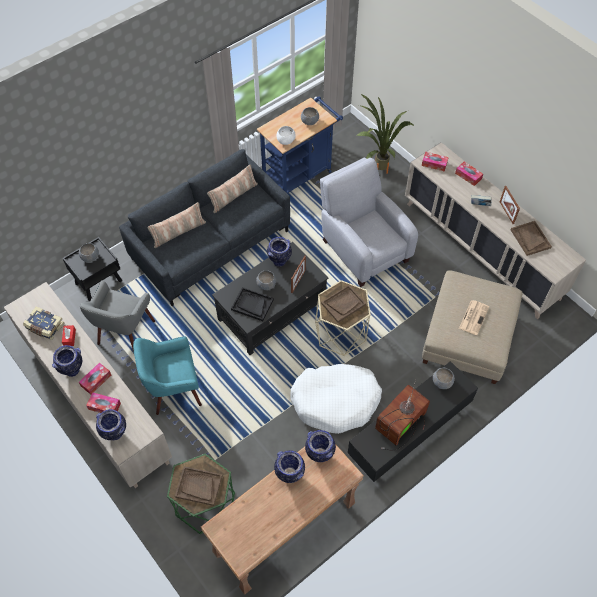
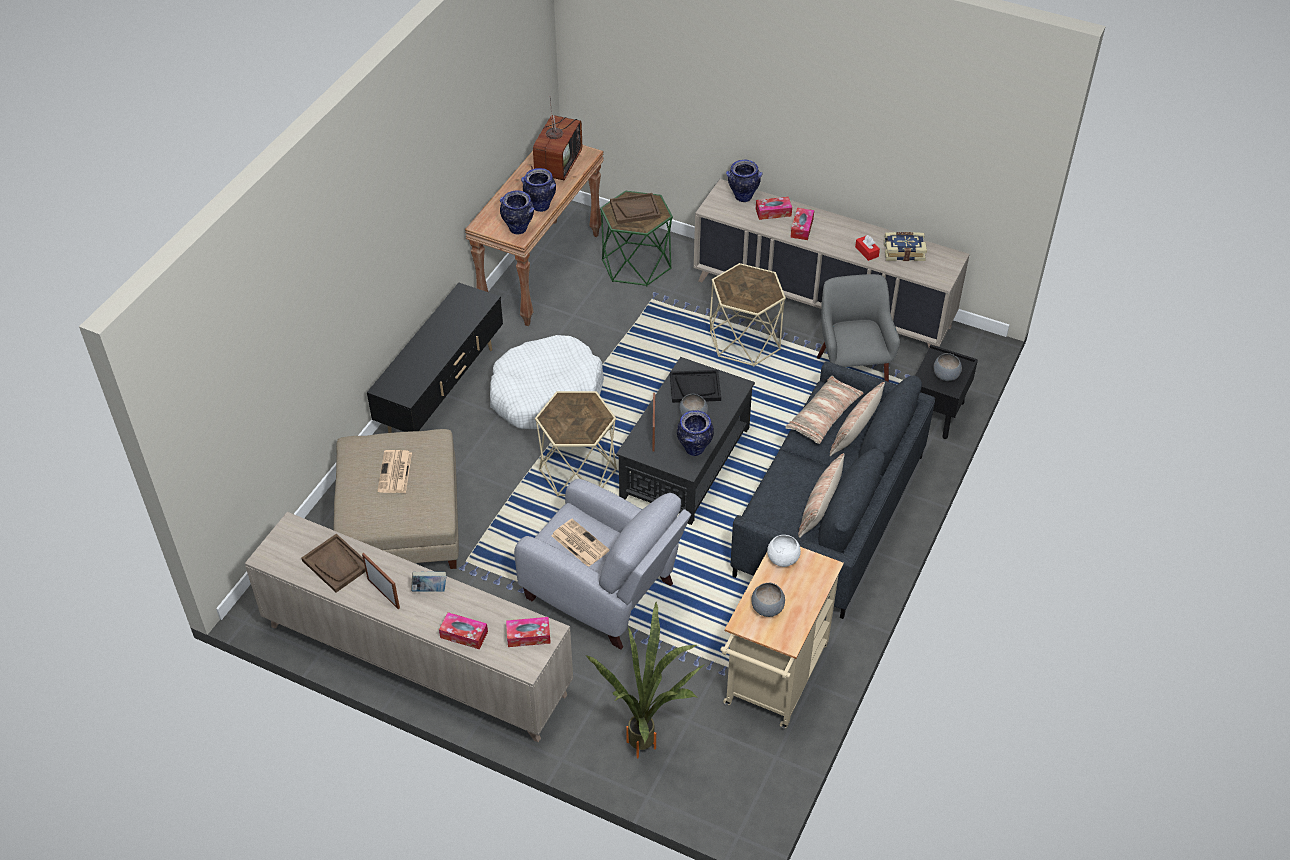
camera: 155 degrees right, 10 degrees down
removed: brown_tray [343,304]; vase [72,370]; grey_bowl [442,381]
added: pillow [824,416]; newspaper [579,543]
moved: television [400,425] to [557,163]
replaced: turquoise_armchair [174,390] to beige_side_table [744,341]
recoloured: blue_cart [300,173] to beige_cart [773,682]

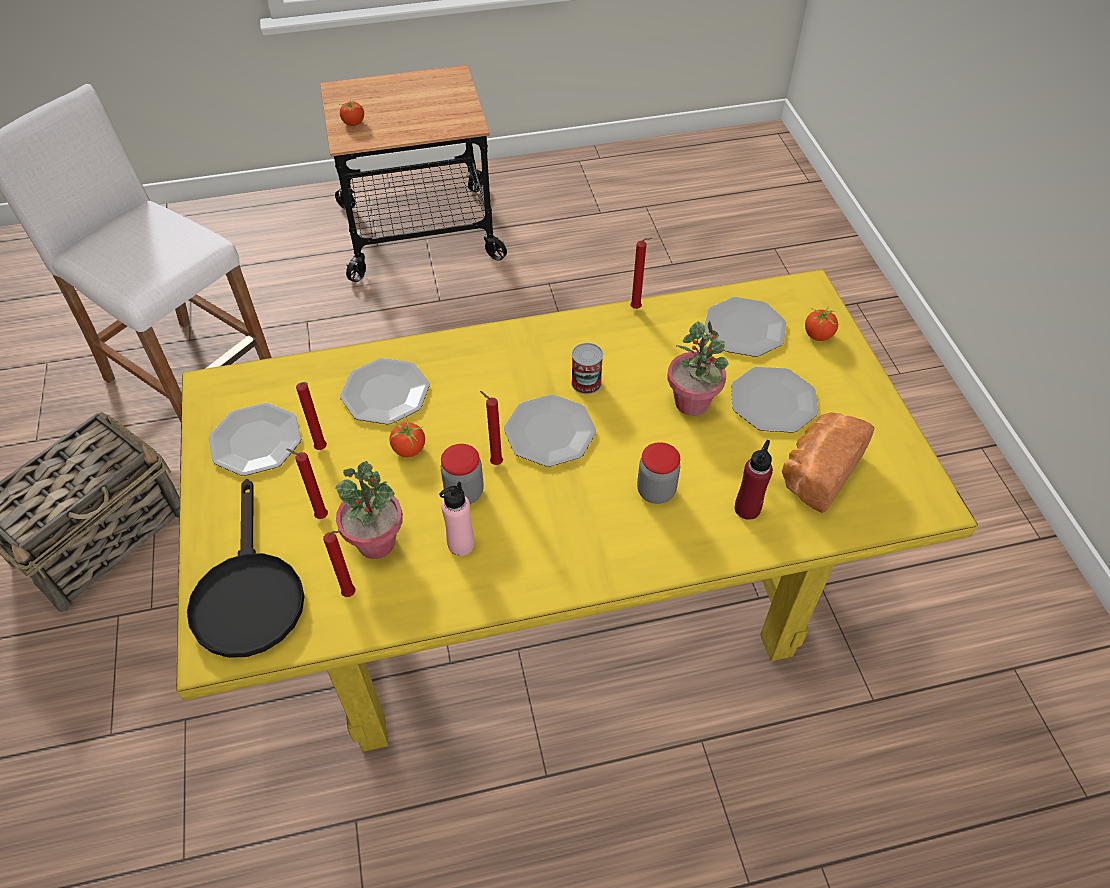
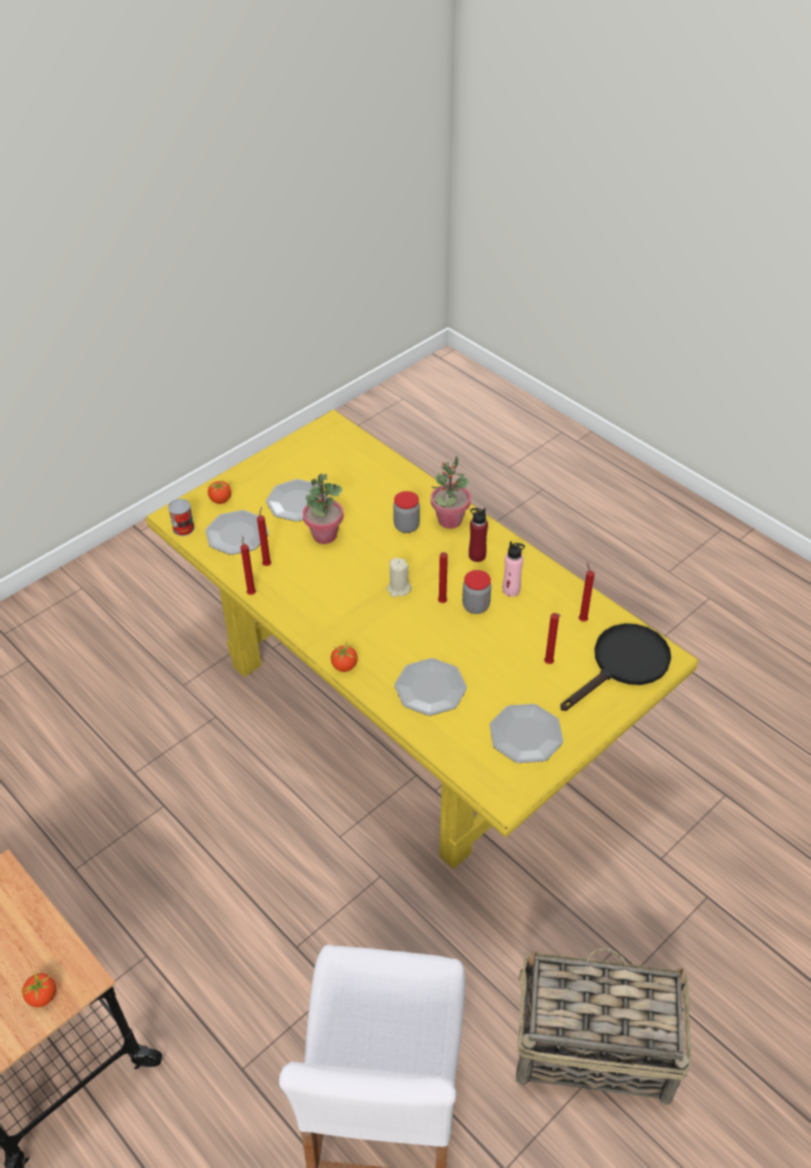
camera: 120 degrees left, 5 degrees down
removed: bread [817,472]
moved: can [586,383] to [183,528]; red_candle [322,449] to [267,564]; tomato [409,449] to [344,666]; red_bottle [747,508] to [477,555]; potted_plant [376,542] to [449,520]
replaced: plate [550,432] to beige_candle [398,589]

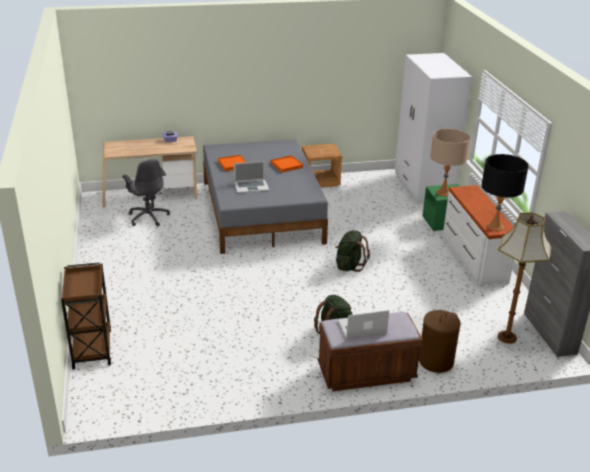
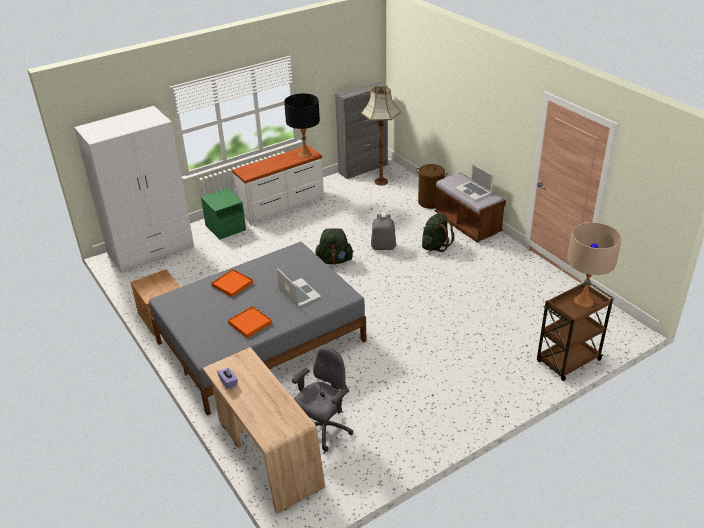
camera: 110 degrees left, 5 degrees up
added: grey_backpack [383,246]
moved: beige_table_lamp [443,192] to [583,301]

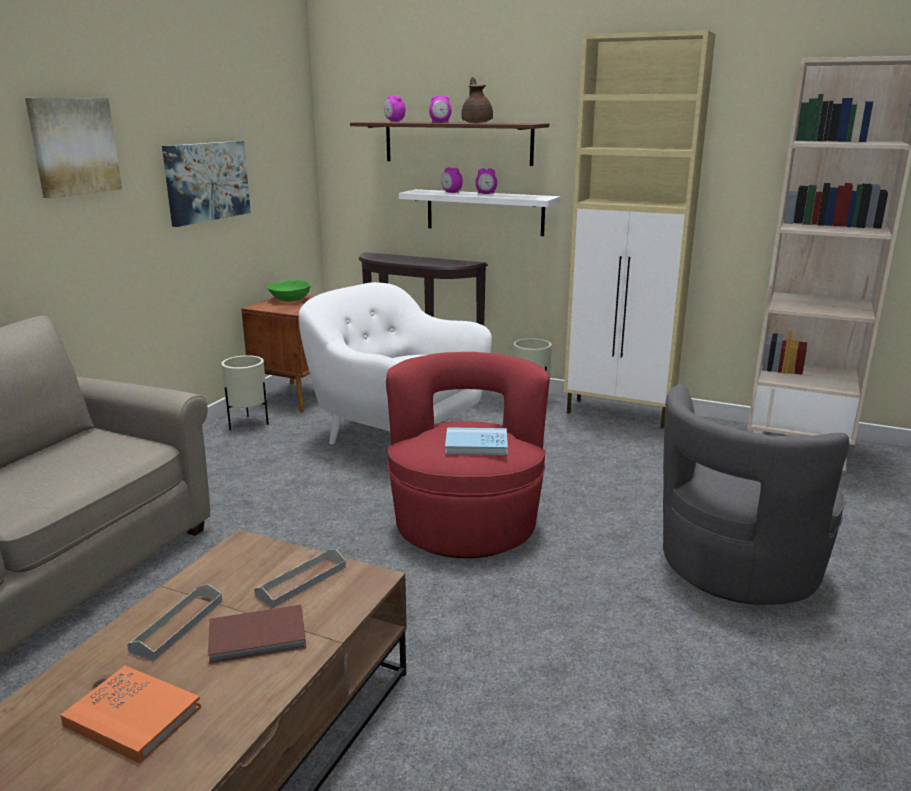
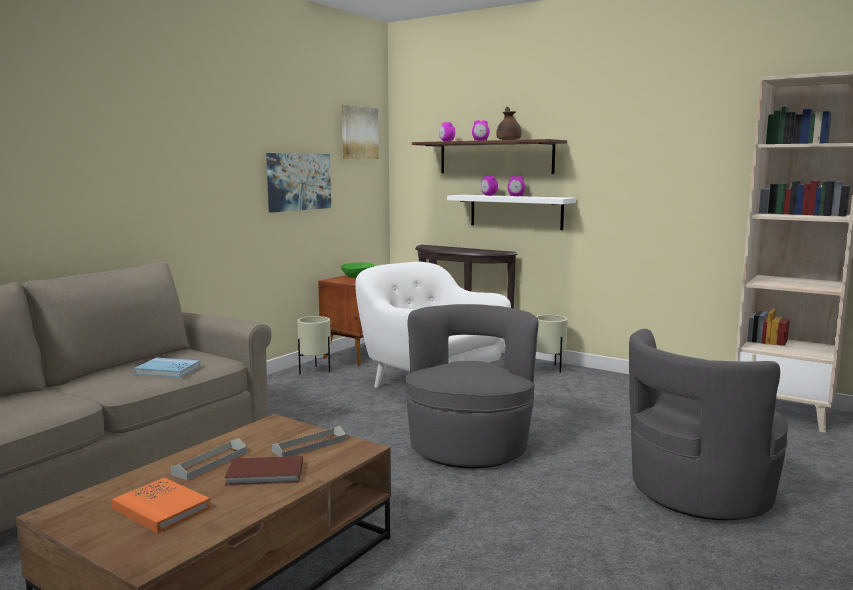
camera: 10 degrees right, 10 degrees down
removed: beige_cabinet [620,414]
moved: picture [73,146] to [358,133]; blue_book [476,444] to [168,370]
recoloured: red_armchair [466,525] to grey_armchair [469,446]

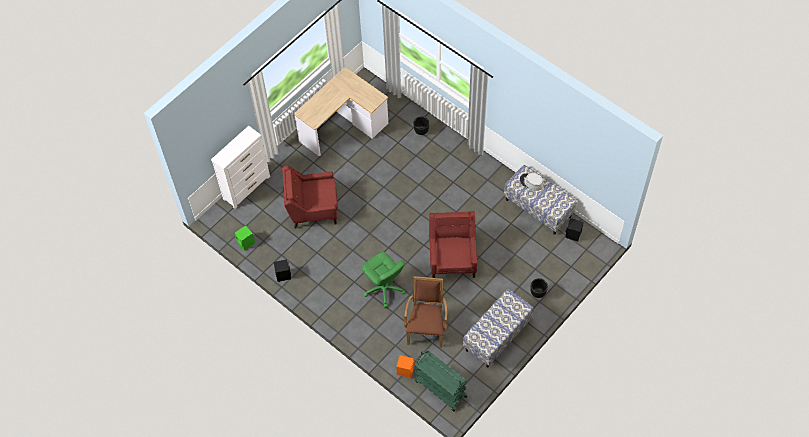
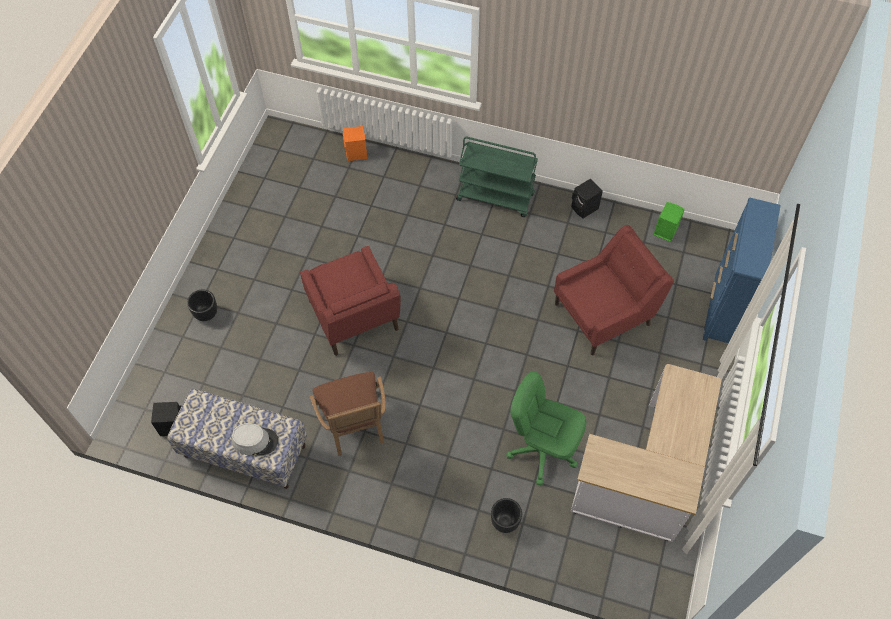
camera: 155 degrees right, 0 degrees up
removed: bench [497,336]
moved: green_office_chair [384,289] to [542,450]; brown_armchair [426,327] to [355,428]; green_cart [440,388] to [496,197]
recoloured: white_dresser [247,187] to blue_dresser [723,308]

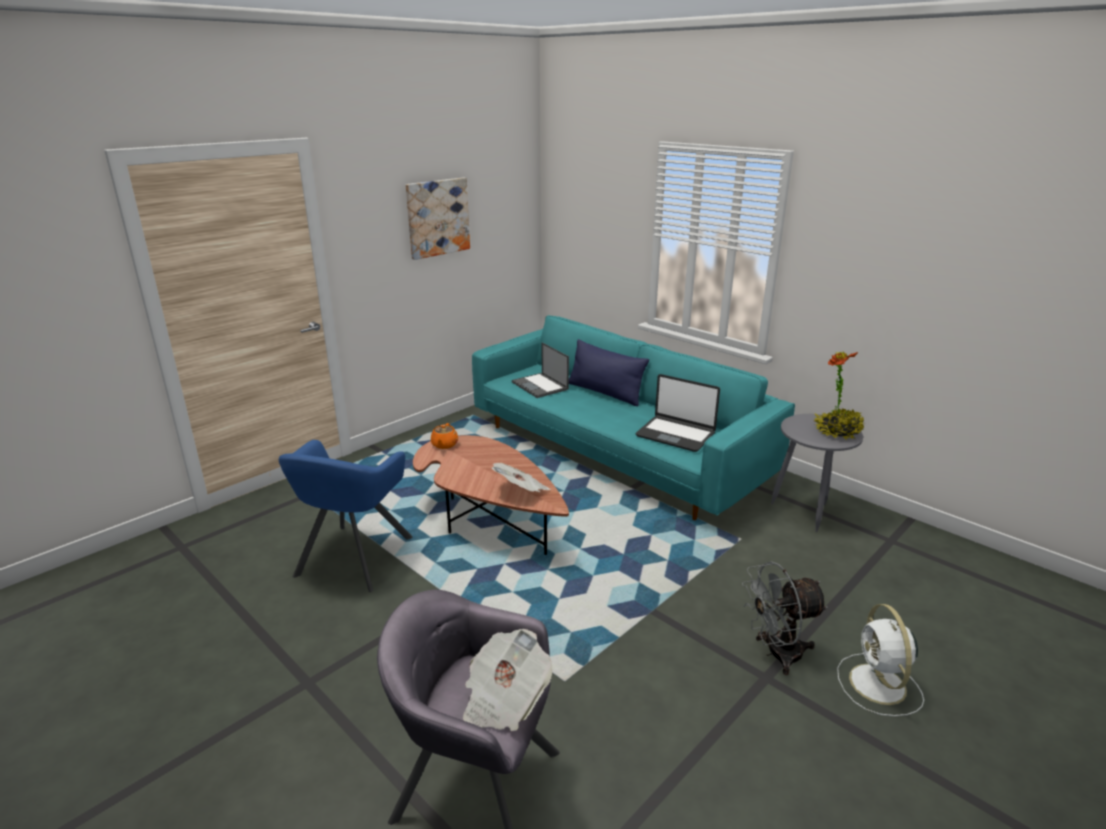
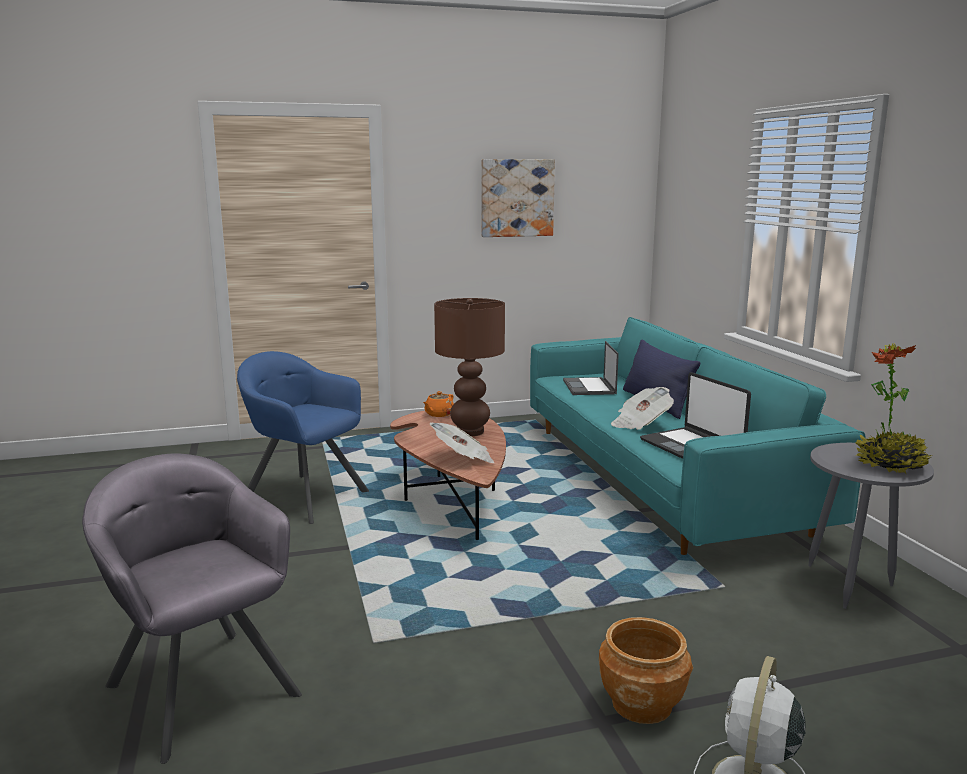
camera: 30 degrees right, 10 degrees down
added: brown_table_lamp [470,432]
moved: newspaper [504,699] to [640,424]
replaced: grey_fan [776,654] to brown_planter [642,704]
turned: blue_armchair [354,557] = [305,496] 75 degrees clockwise

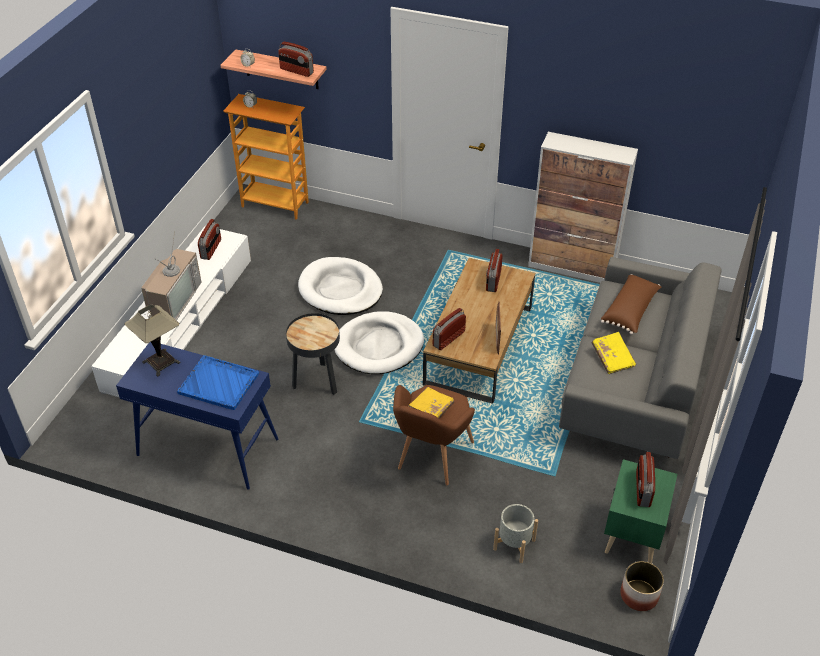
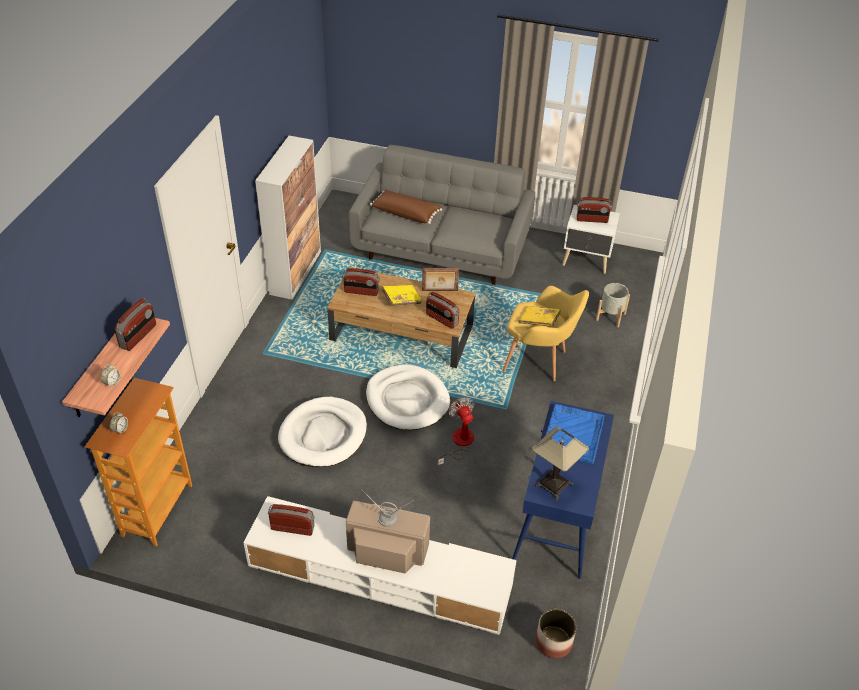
camera: 95 degrees left, 0 degrees up
moved: yellow_book [612,358] to [401,300]; planter [638,595] to [553,642]
replaced: black_side_table [316,381] to fan [459,443]
recoloured: brown_armchair [431,459] to yellow_armchair [539,361]; green_nightstand [631,535] to white_nightstand [586,261]

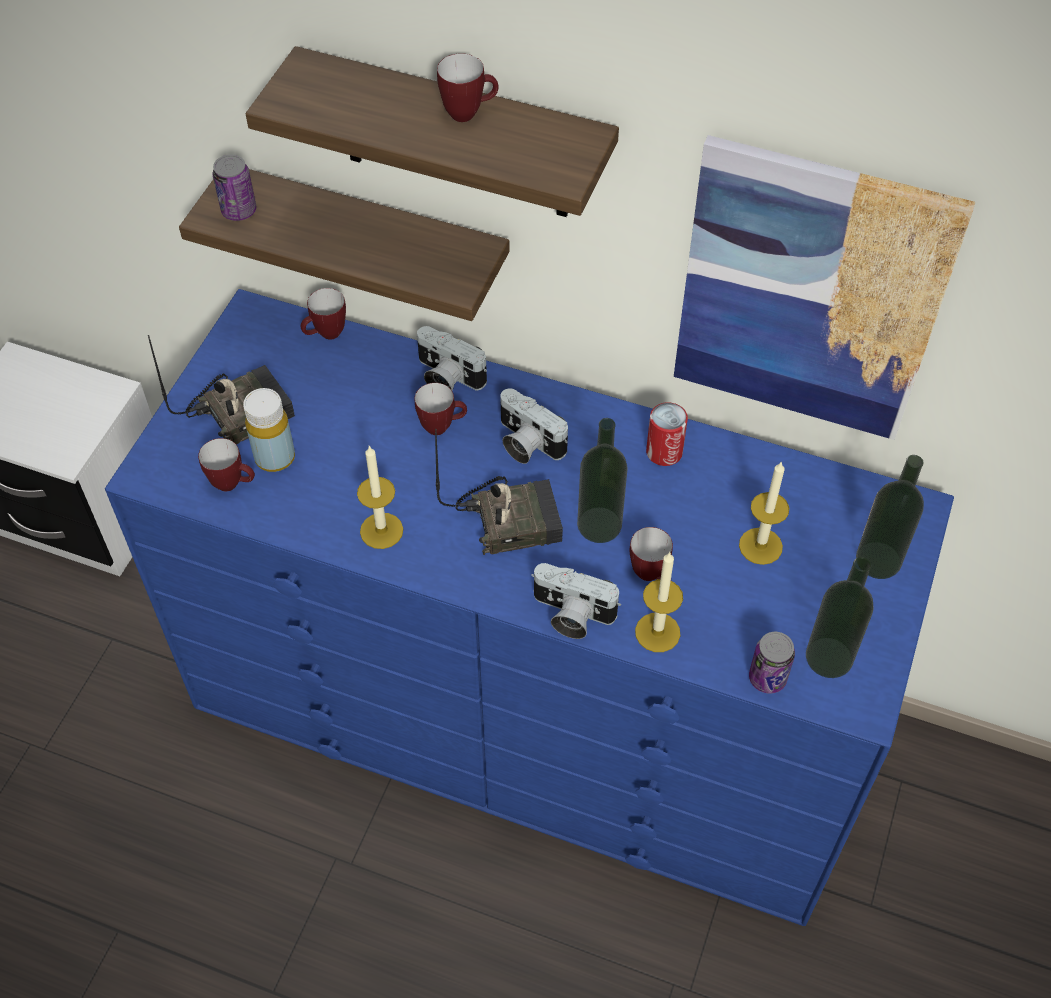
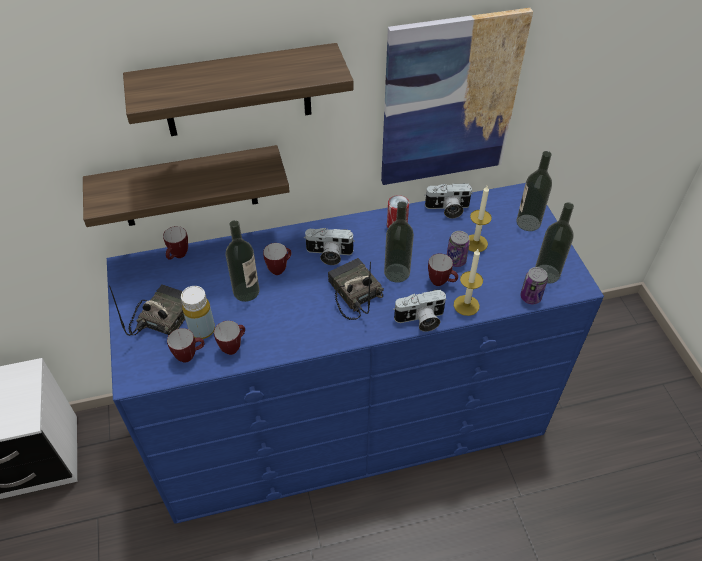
camera: 35 degrees left, 5 degrees down
removed: candle [381,530]
added: bottle [246,291]
moved: mug [469,113] to [233,346]; can [239,211] to [456,260]; photo_camera [446,377] to [447,209]
turned: radio [511,519] = [353,293] 75 degrees counterclockwise

